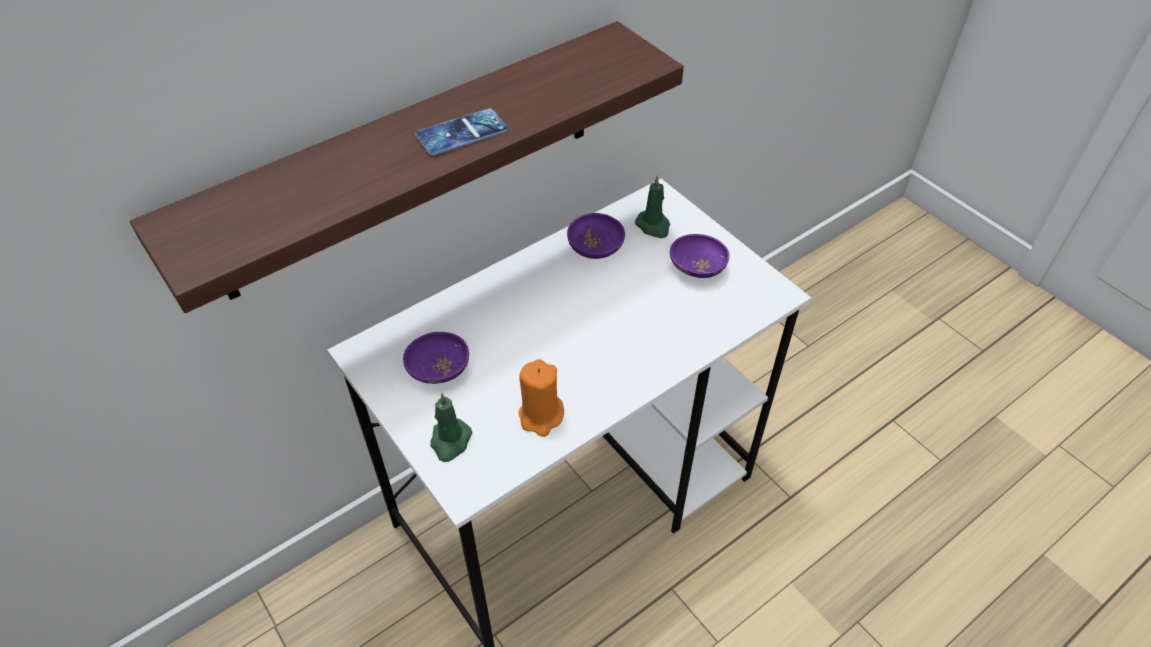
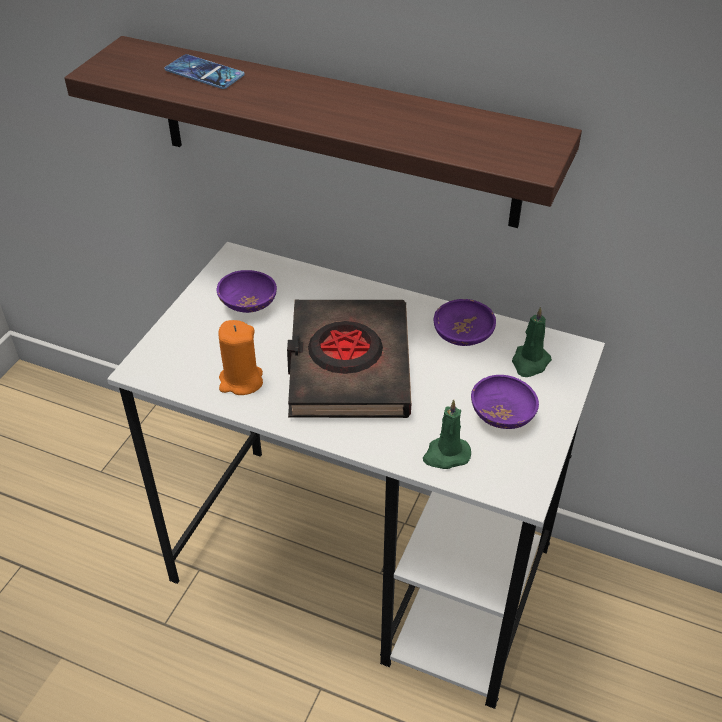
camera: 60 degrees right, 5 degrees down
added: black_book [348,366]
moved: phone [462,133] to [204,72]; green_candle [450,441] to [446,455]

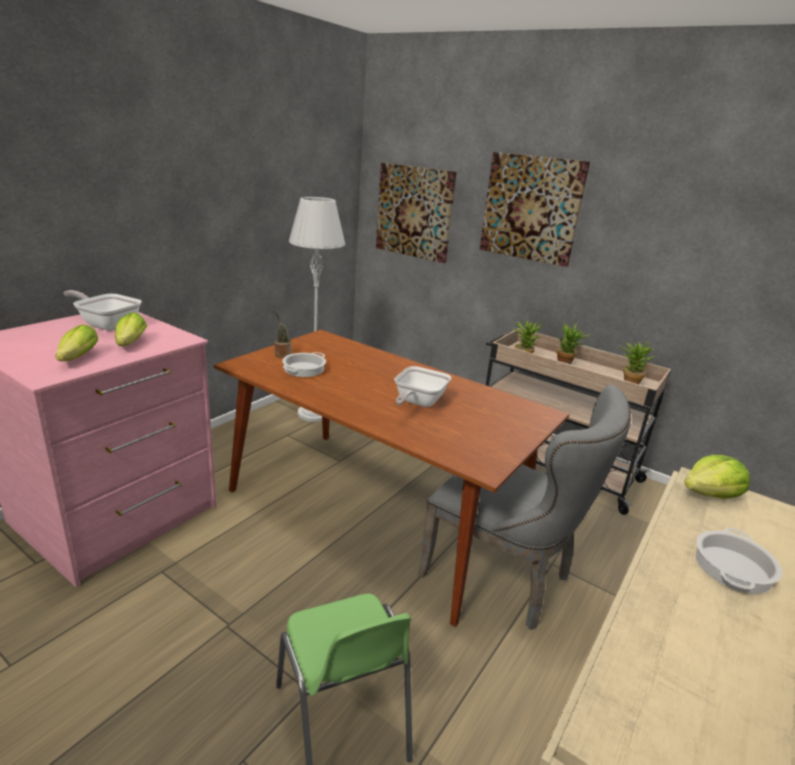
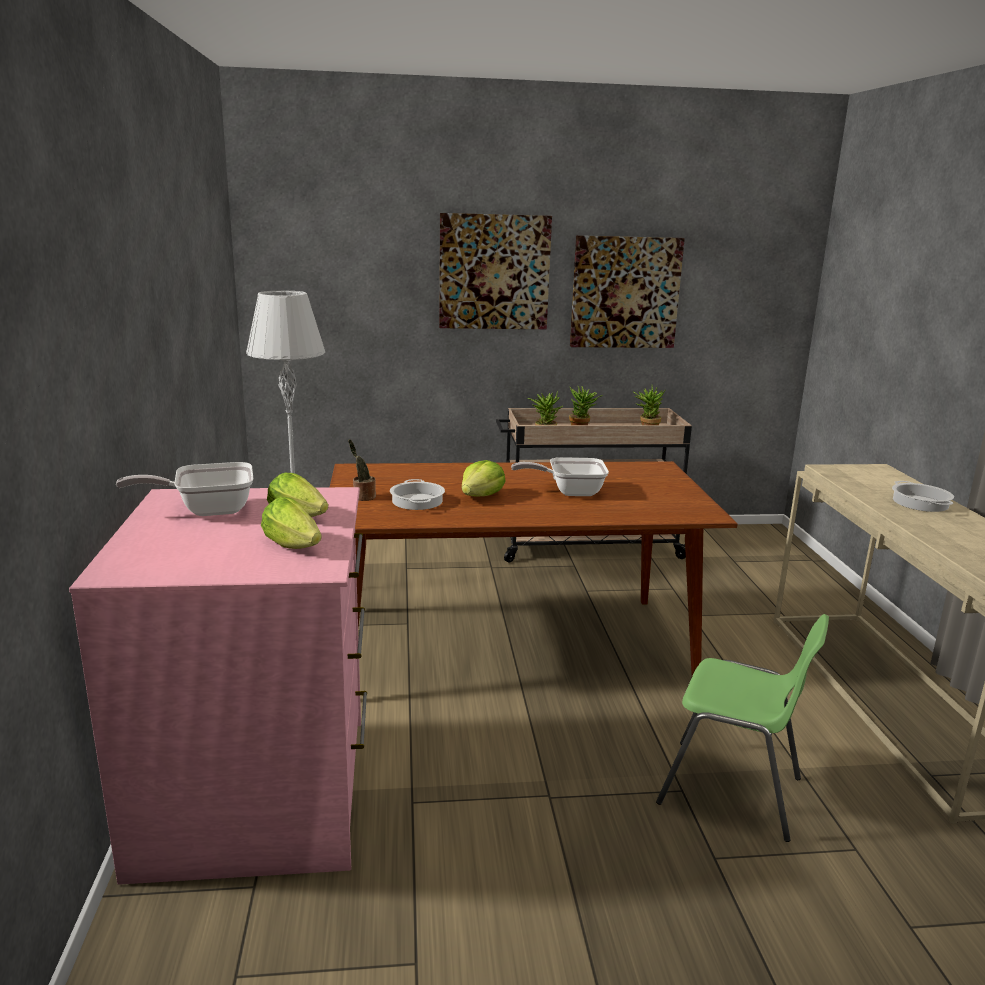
camera: 40 degrees left, 5 degrees down
removed: grey_chair [505,577]
moved: picture [415,212] to [625,292]; lettuce [710,494] to [481,496]
turned: frying_pan [417,402] = [569,492] 105 degrees clockwise

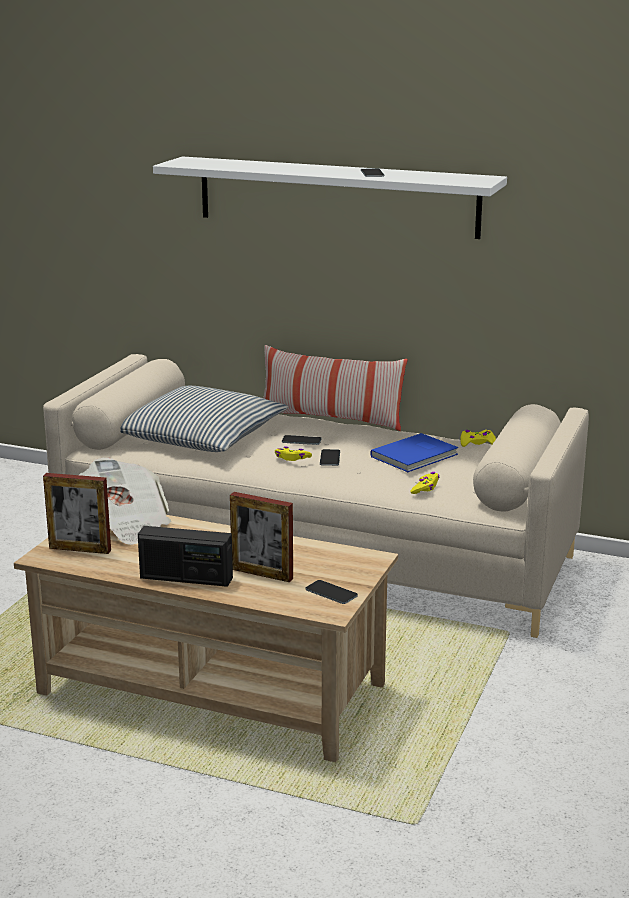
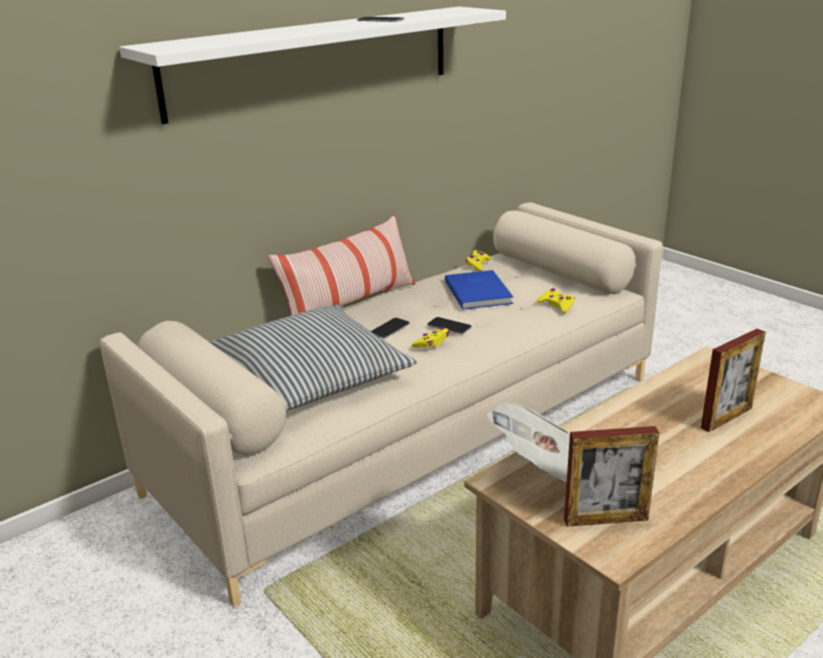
camera: 60 degrees left, 5 degrees up
removed: radio [186,578]; phone [331,592]
turned: picture_frame [80,549] = [605,519] 45 degrees clockwise

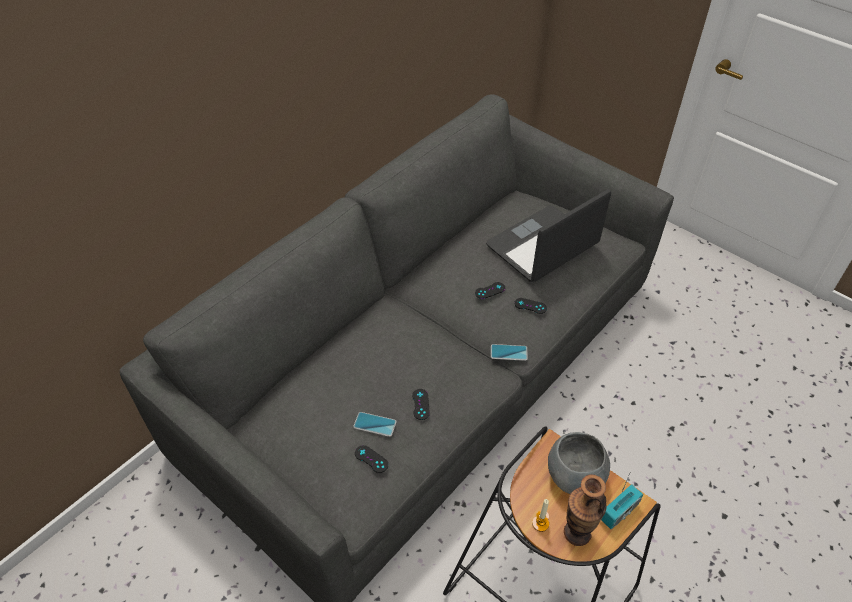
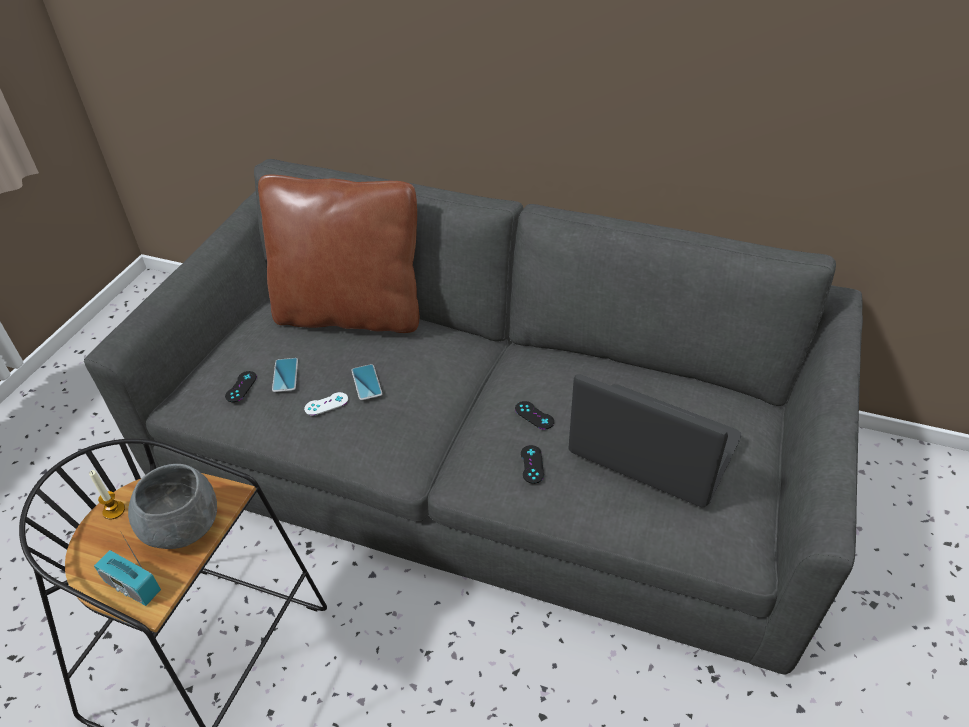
camera: 70 degrees right, 5 degrees down
removed: vase [577,533]
added: brown_pillow [350,313]
moved: phone [508,353] to [366,382]
recoloured: black_game_controller [420,404] to white_game_controller [326,404]

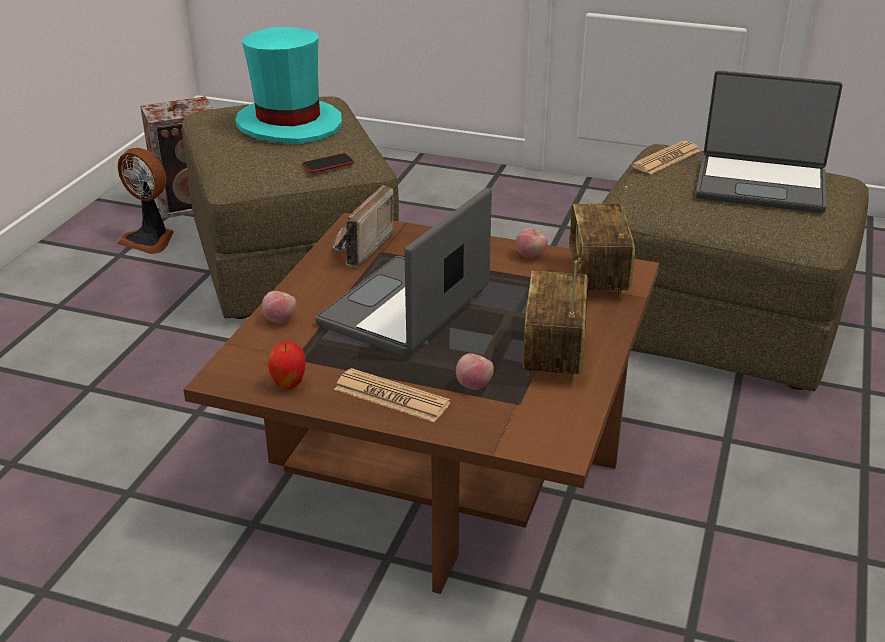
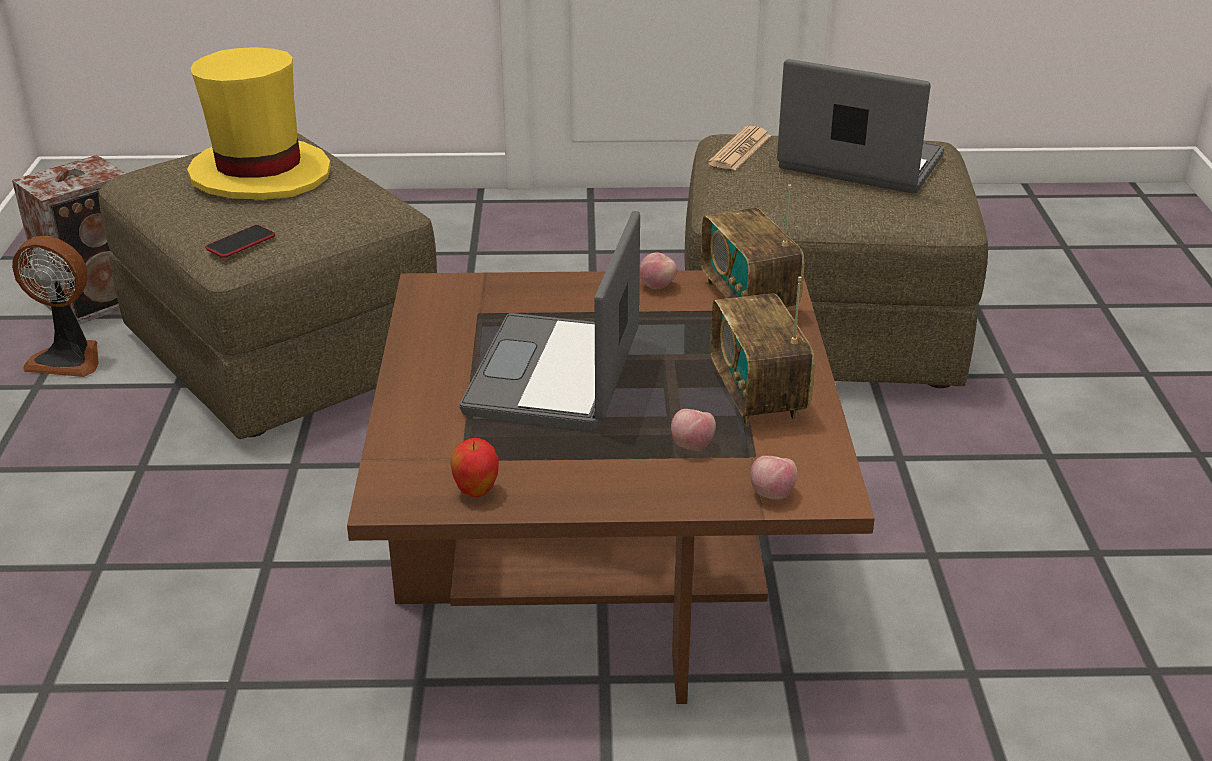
camera: 20 degrees left, 0 degrees up
removed: radio [358,249]; newspaper [391,396]
moved: phone [328,164] to [240,243]; apple [280,320] to [772,494]
recoloured: turquoise_hat [289,124] to yellow_hat [260,174]
turned: laptop [761,185] = [859,164] 150 degrees counterclockwise

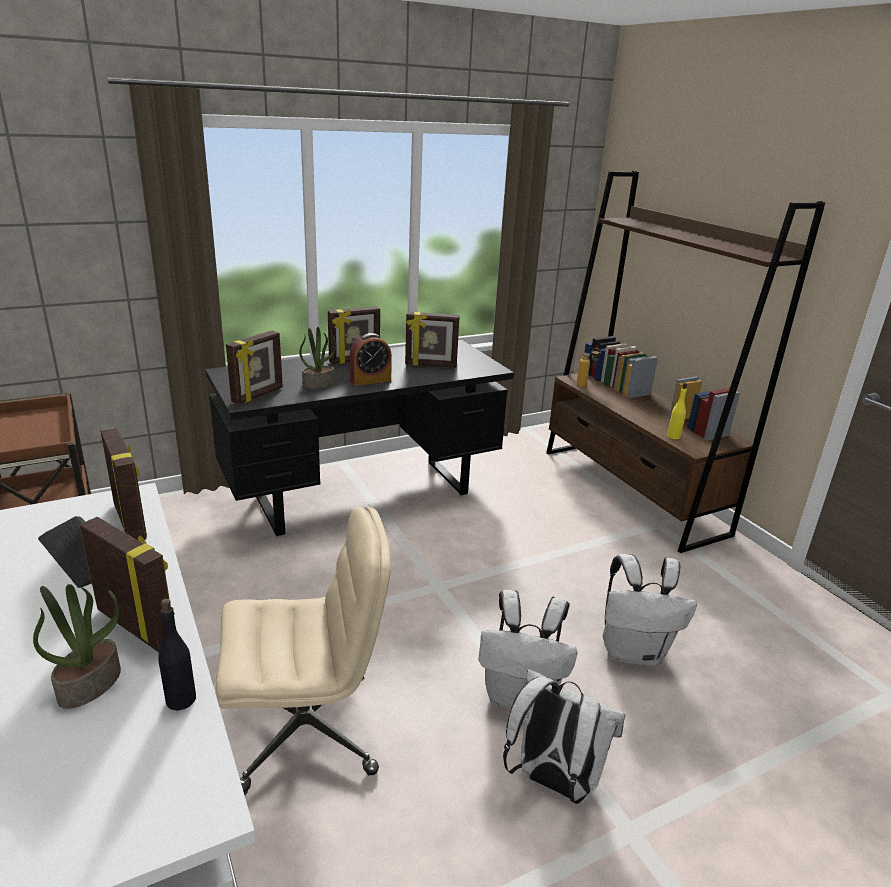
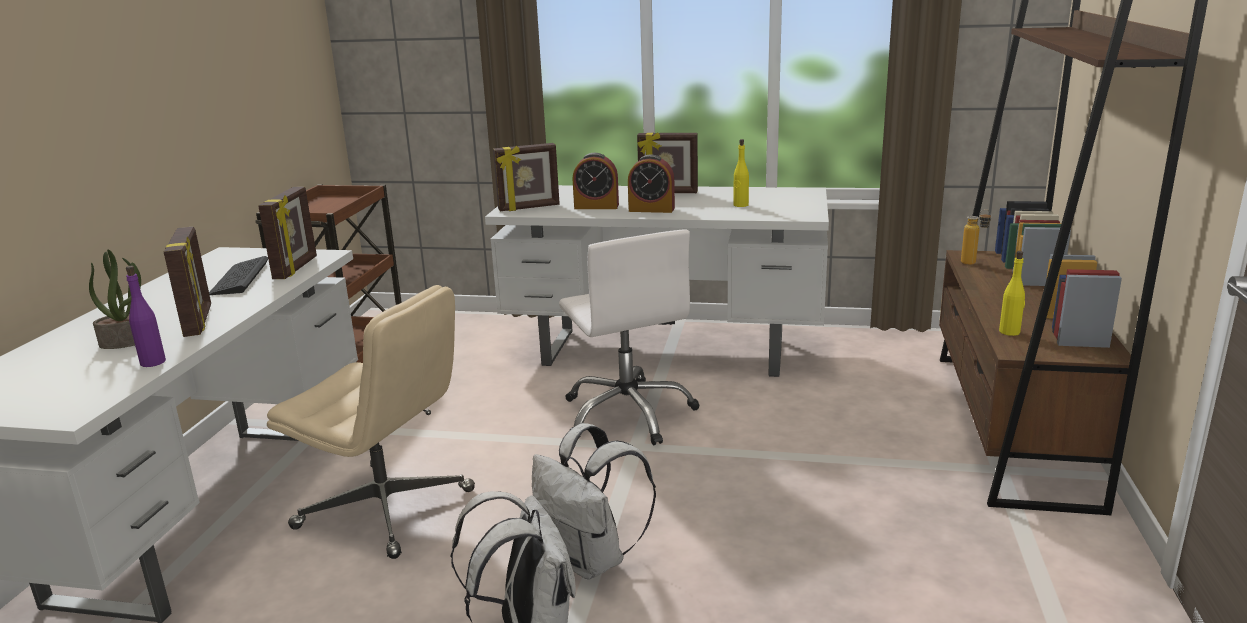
camera: 40 degrees right, 5 degrees down
removed: white_backpack [634,651]
added: white_office_chair [628,413]
replaced: picture_frame [430,365] to yellow_bottle [740,205]; potted_plant [318,384] to alarm_clock [596,206]
recoloured: black_desk [364,494] to white_desk [665,352]; black_bottle [181,699] to purple_bottle [153,362]

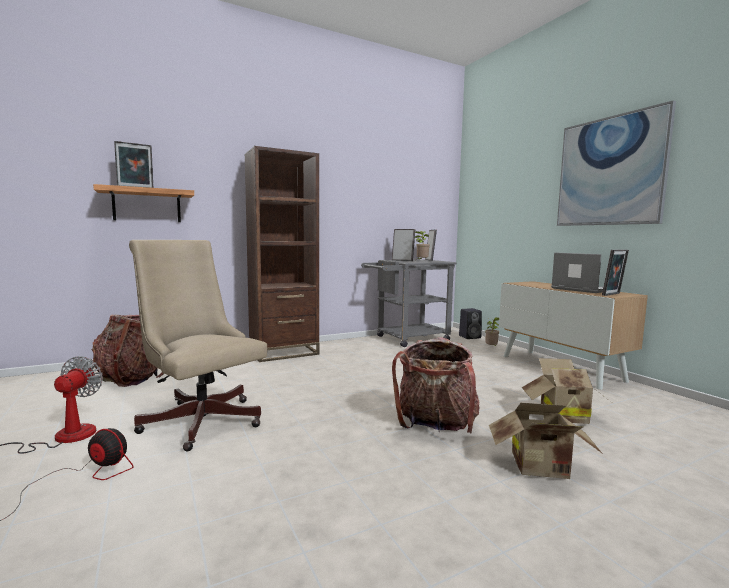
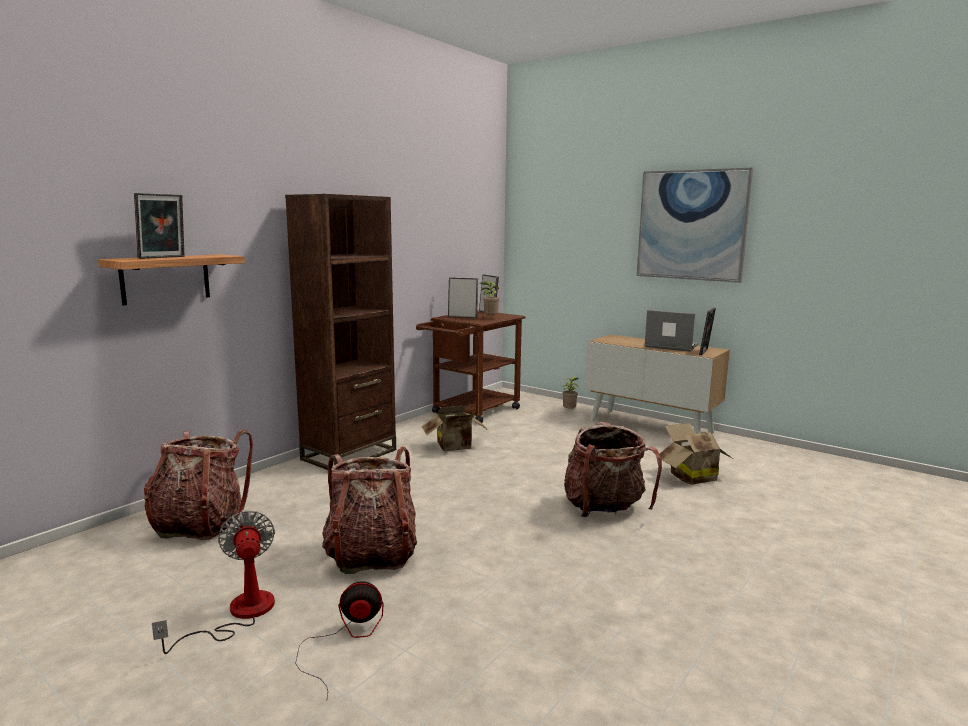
camera: 25 degrees left, 5 degrees up
removed: black_speaker [470,337]
moved: cardboard_box [542,469] to [456,447]
replaced: beige_office_chair [200,418] to backpack [371,554]
recoloured: grey_cart [407,339] to brown_cart [471,412]

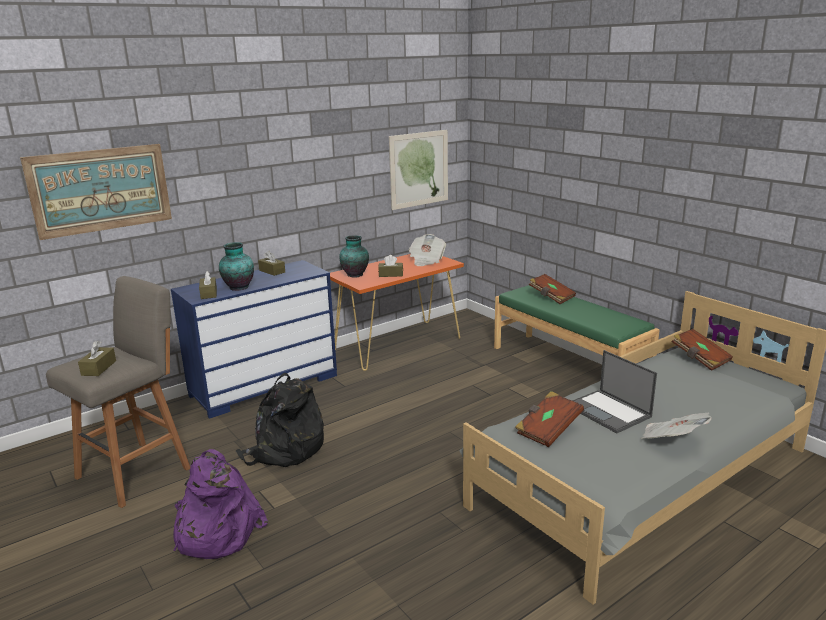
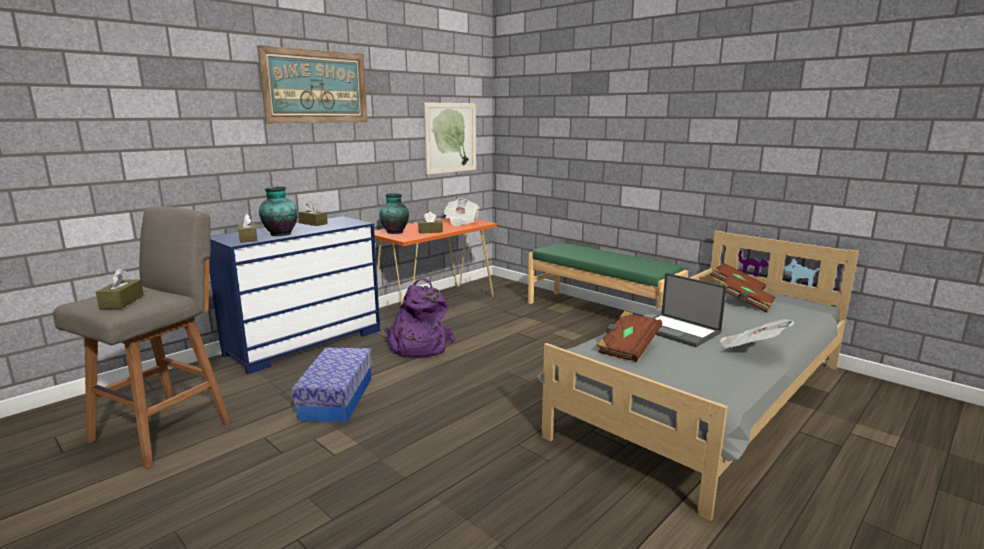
camera: 10 degrees left, 5 degrees down
moved: picture [101,190] to [316,87]; brown_book [551,297] to [745,303]; purple_backpack [215,532] to [418,346]
replaced: black_backpack [284,450] to storage_box [337,398]

